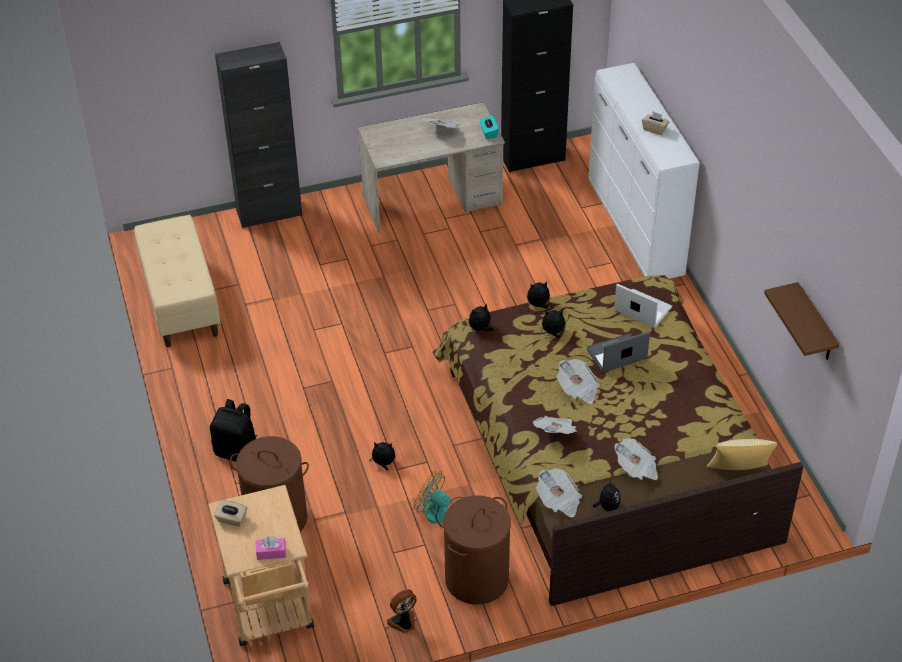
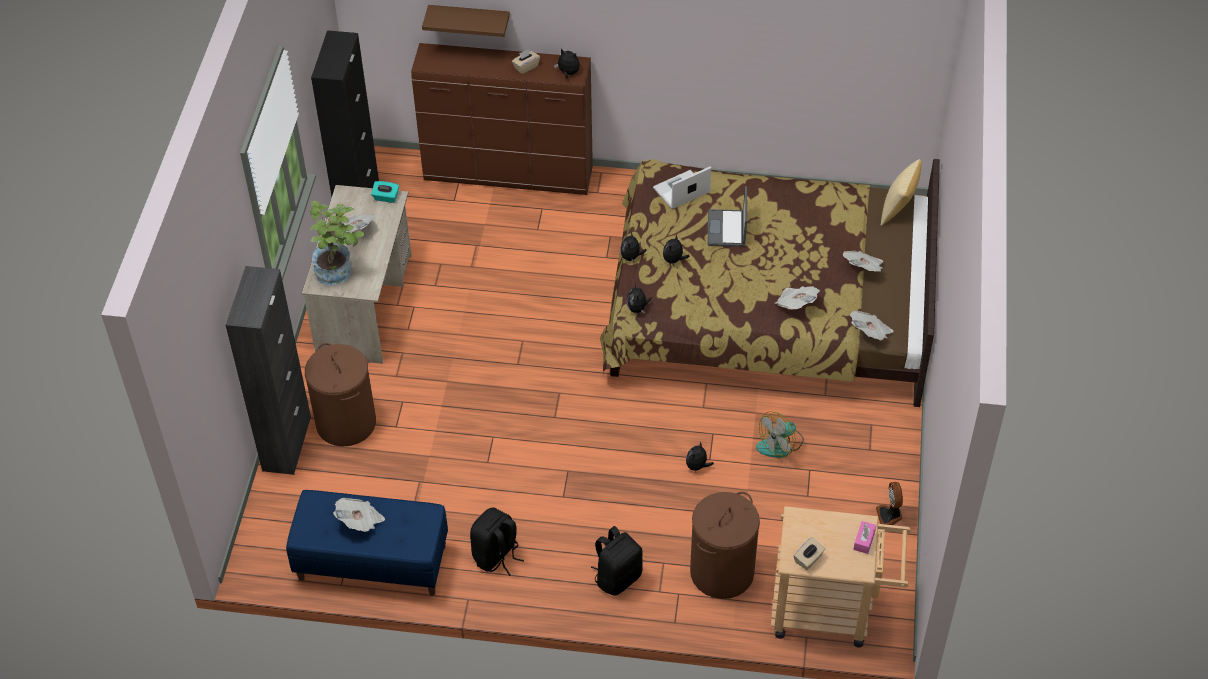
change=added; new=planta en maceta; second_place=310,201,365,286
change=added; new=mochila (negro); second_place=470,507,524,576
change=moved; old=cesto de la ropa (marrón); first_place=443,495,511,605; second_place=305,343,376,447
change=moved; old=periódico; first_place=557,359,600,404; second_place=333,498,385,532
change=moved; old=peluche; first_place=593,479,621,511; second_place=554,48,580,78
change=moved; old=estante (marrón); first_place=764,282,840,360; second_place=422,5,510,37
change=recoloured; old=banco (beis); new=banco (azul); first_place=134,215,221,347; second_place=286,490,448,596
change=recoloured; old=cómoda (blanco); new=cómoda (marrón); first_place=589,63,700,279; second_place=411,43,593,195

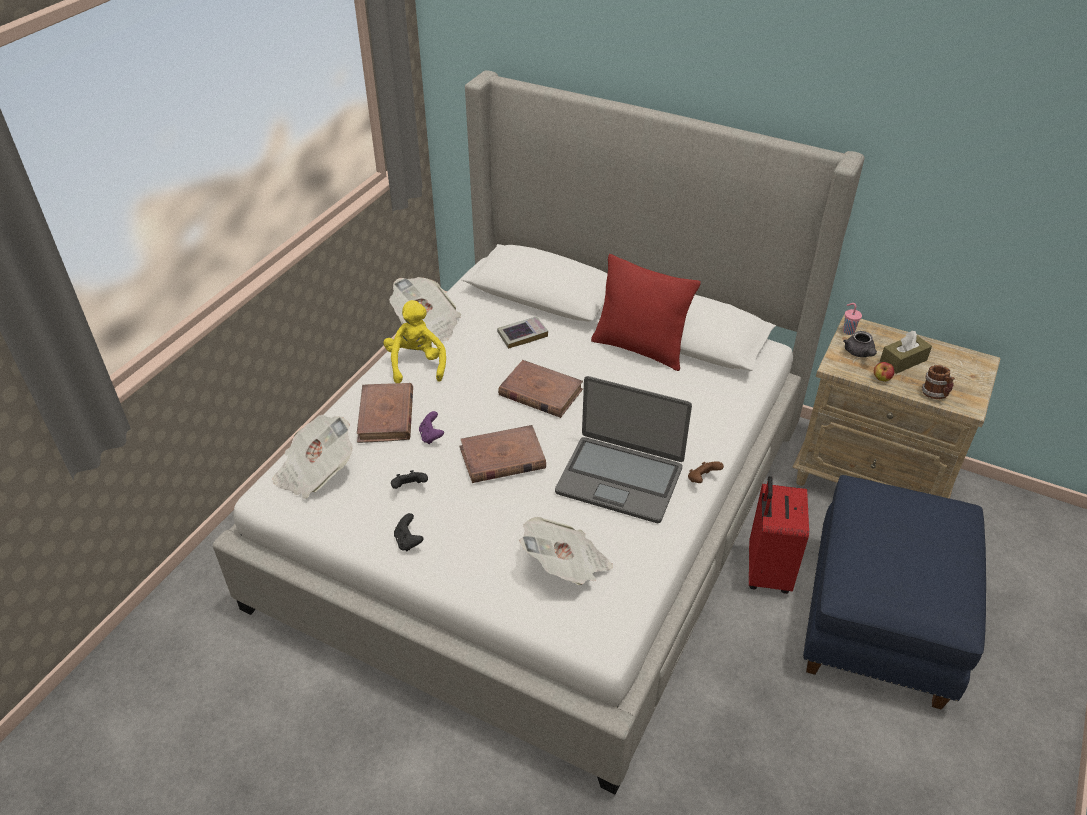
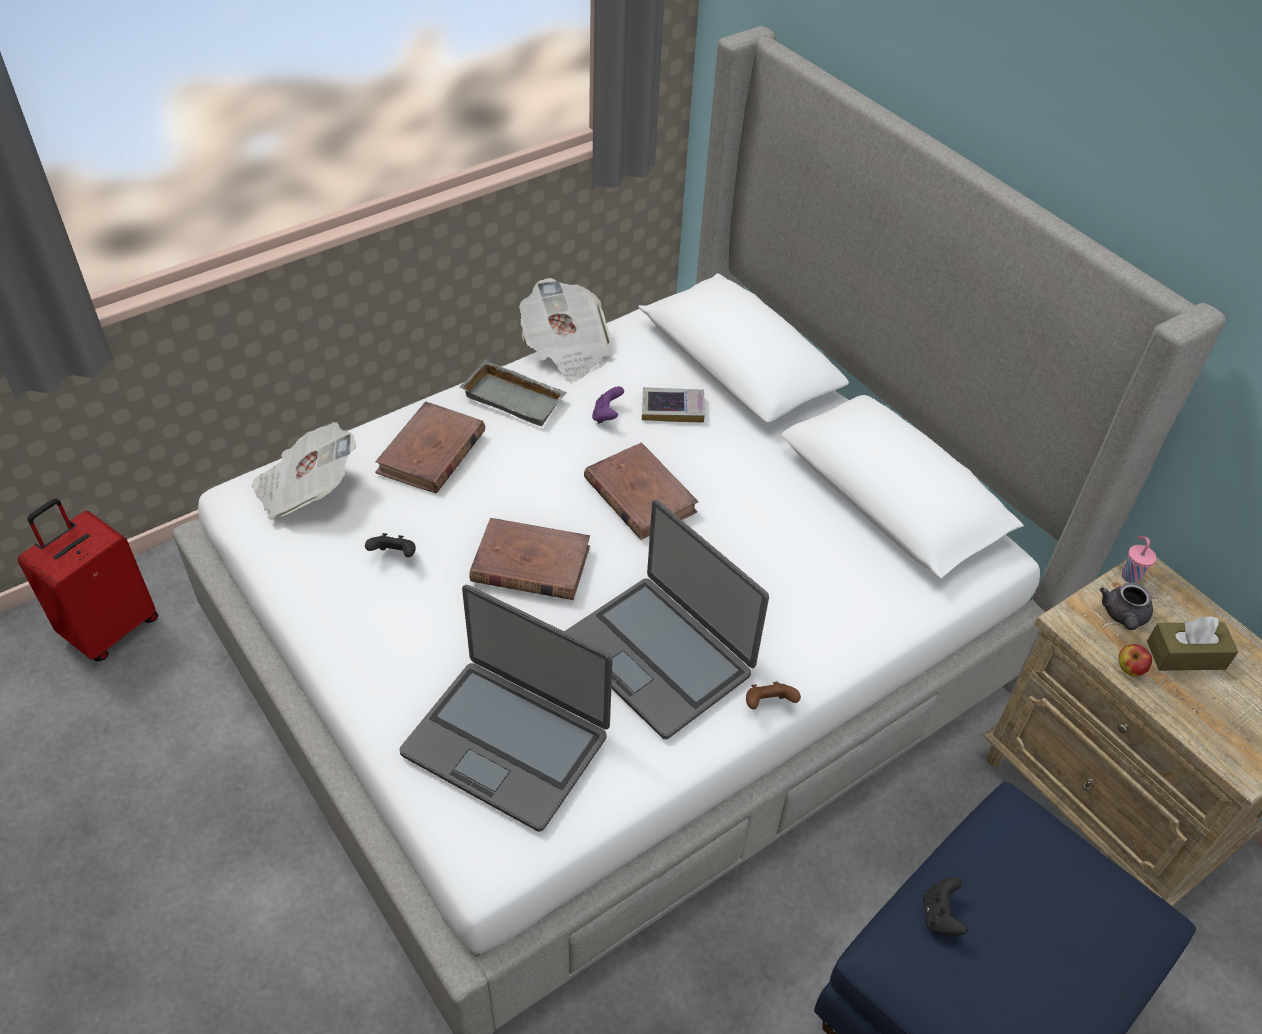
change=removed; old=cojín (rojo); first_place=591,254,701,371
change=removed; old=taza grande; first_place=922,365,955,399
change=moved; old=mando de consola (negro); first_place=394,513,423,551; second_place=923,877,968,936
change=moved; old=mando de consola (morado); first_place=419,411,444,444; second_place=592,386,624,424
change=moved; old=maleta (rojo); first_place=749,476,809,594; second_place=18,499,158,661
change=replaced; old=peluche (amarillo); new=bandeja (gris); first_place=383,300,446,383; second_place=460,360,567,426
change=replaced; old=periódico; new=portátil; first_place=519,517,613,585; second_place=399,585,613,832

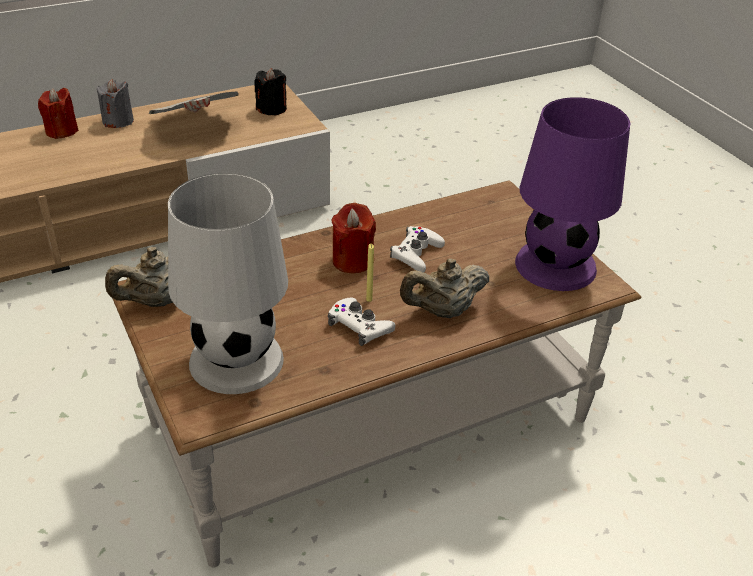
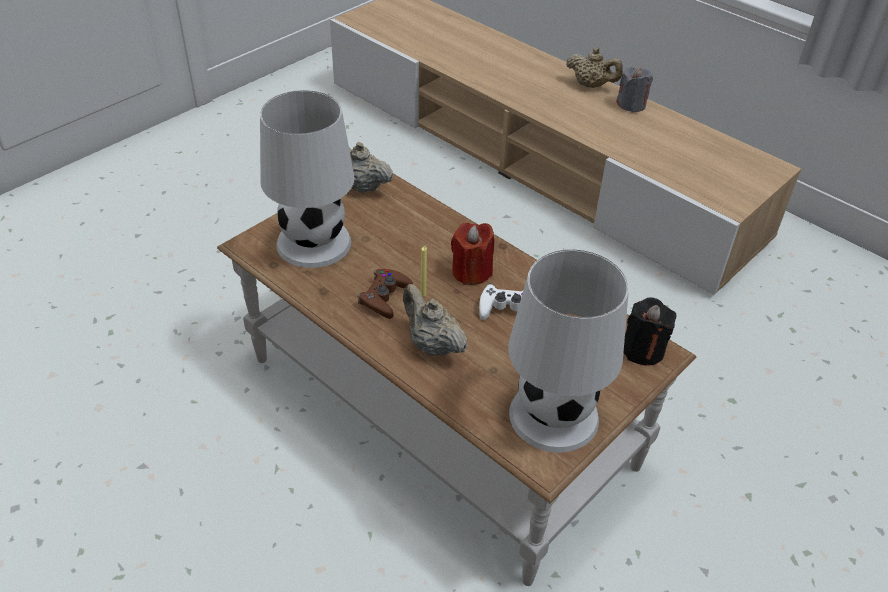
change=removed; old=periódico; first_place=149,92,239,114
change=moved; old=vela (negro); first_place=255,68,287,116; second_place=624,297,676,366
change=replaced; old=vela (rojo); new=tetera (beis); first_place=38,88,79,139; second_place=566,47,623,88
change=recoloured; old=mando de consola (blanco); new=mando de consola (marrón); first_place=328,298,395,346; second_place=358,269,413,319
change=recoloured; old=lámpara de mesa (morado); new=lámpara de mesa (blanco); first_place=515,97,630,291; second_place=508,250,629,453

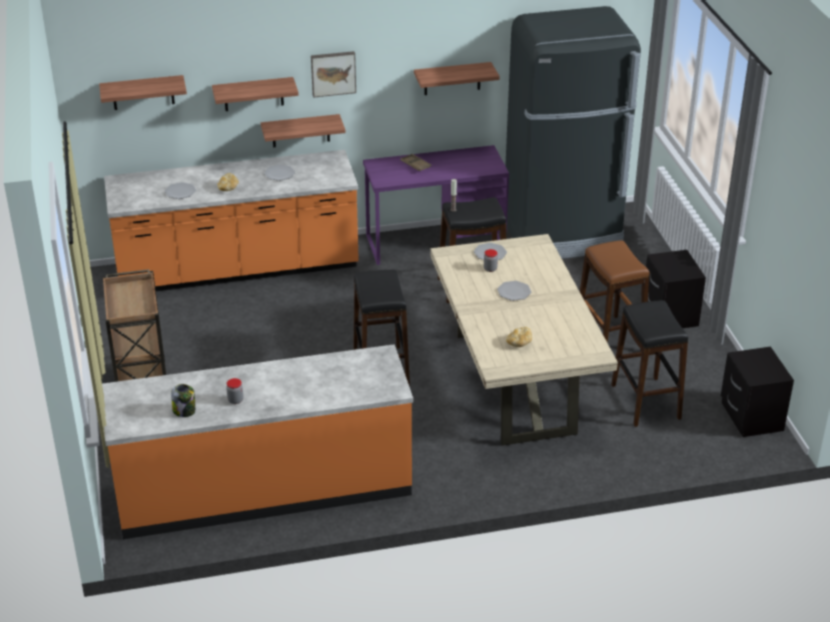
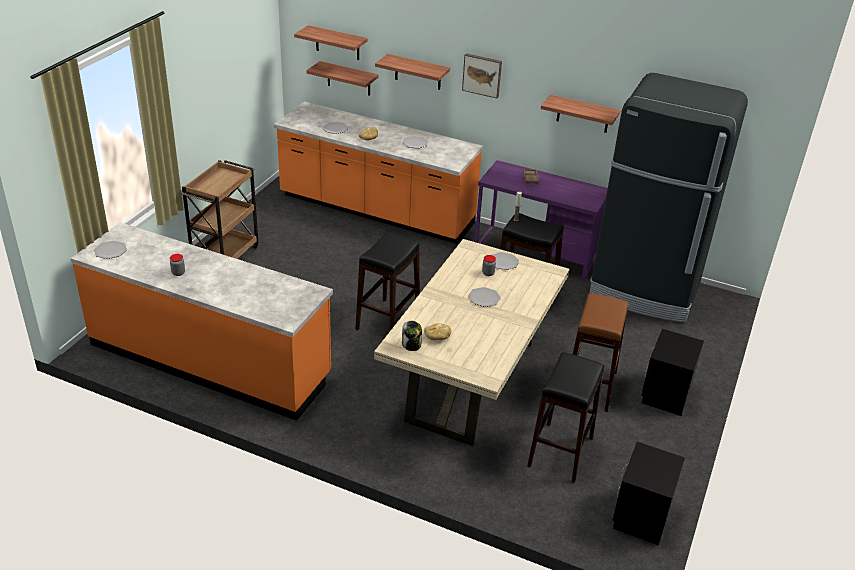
change=added; new=plato; second_place=94,241,127,259
change=moved; old=tarro; first_place=171,384,196,417; second_place=402,321,422,351
change=moved; old=estante; first_place=261,114,345,148; second_place=306,61,379,96

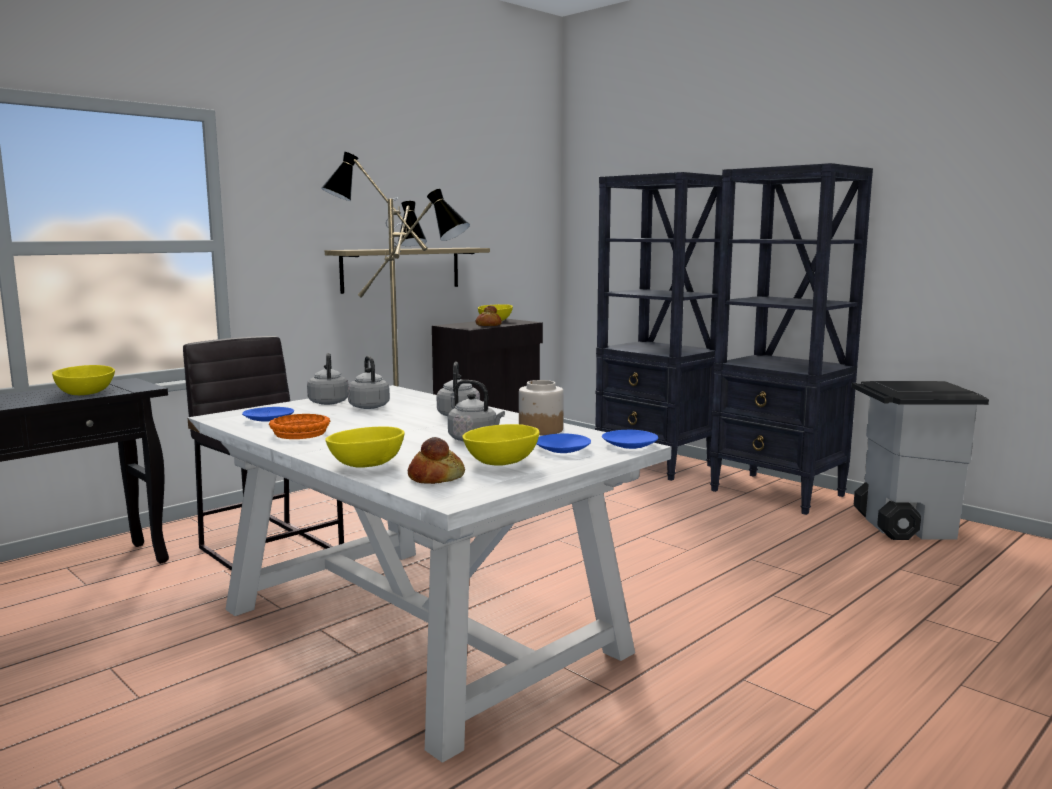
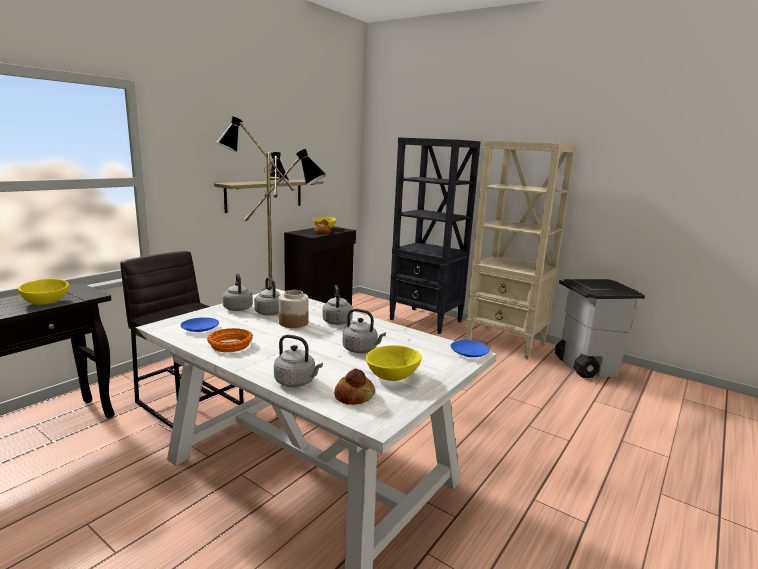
change=removed; old=plato (azul); first_place=536,434,591,453
change=moved; old=tarro; first_place=519,380,564,435; second_place=279,290,309,328
change=replaced; old=cuenco (amarillo); new=hervidor (gris); first_place=325,427,405,468; second_place=274,335,323,387
change=recoloured; old=estantería (negro); new=estantería (beis); first_place=710,163,873,515; second_place=466,141,576,360

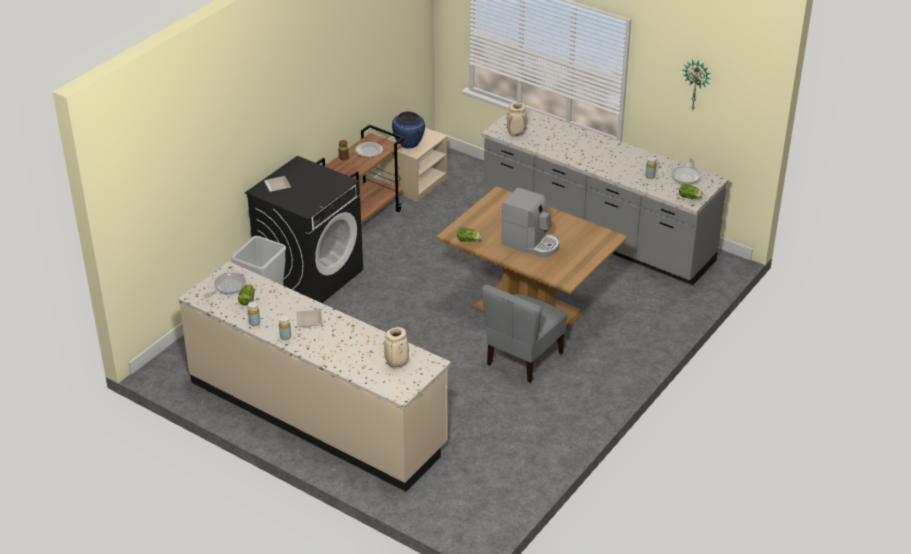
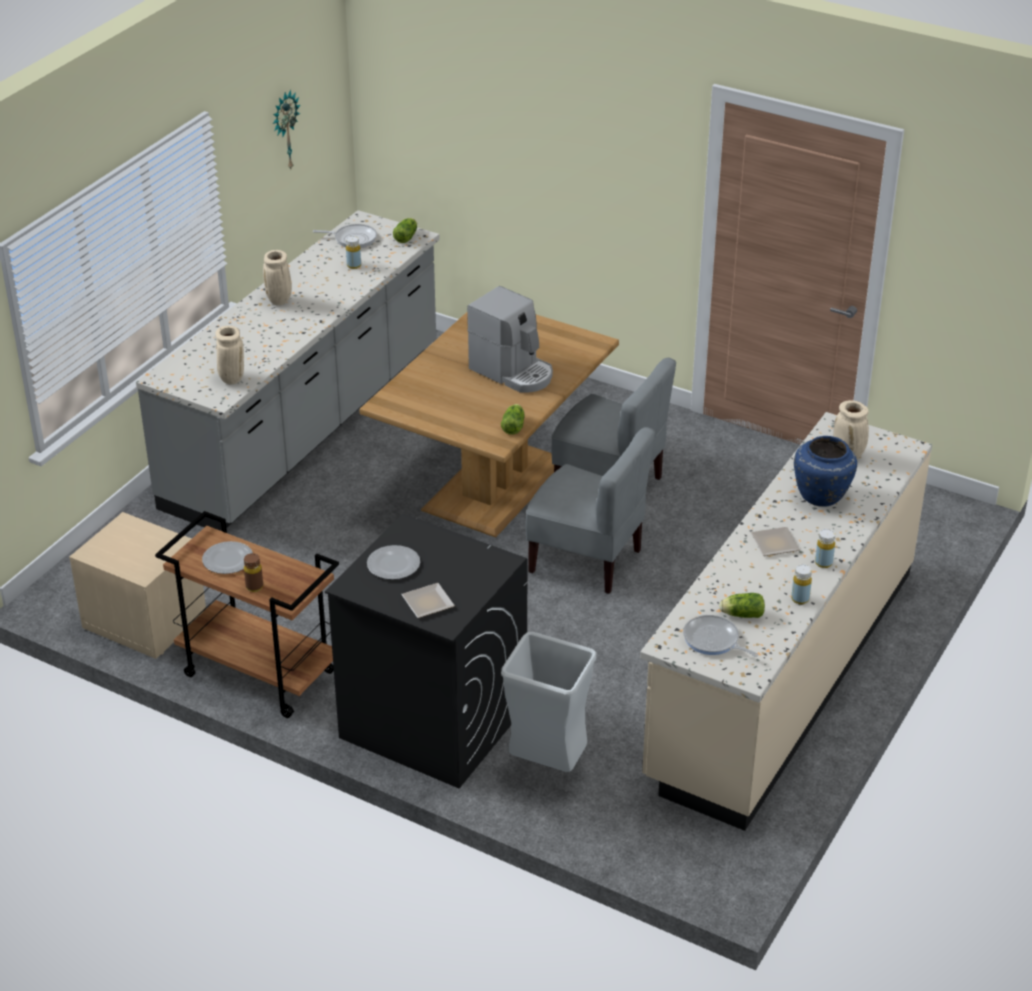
change=added; new=florero (beis); second_place=263,250,292,305
change=added; new=plato; second_place=367,545,420,580
change=added; new=silla (gris); second_place=526,427,655,594
change=moved; old=florero (azul); first_place=392,111,425,149; second_place=794,436,857,507
change=turned; old=cafetera; first_place=502,187,560,257; second_place=467,286,553,392; degrees=105

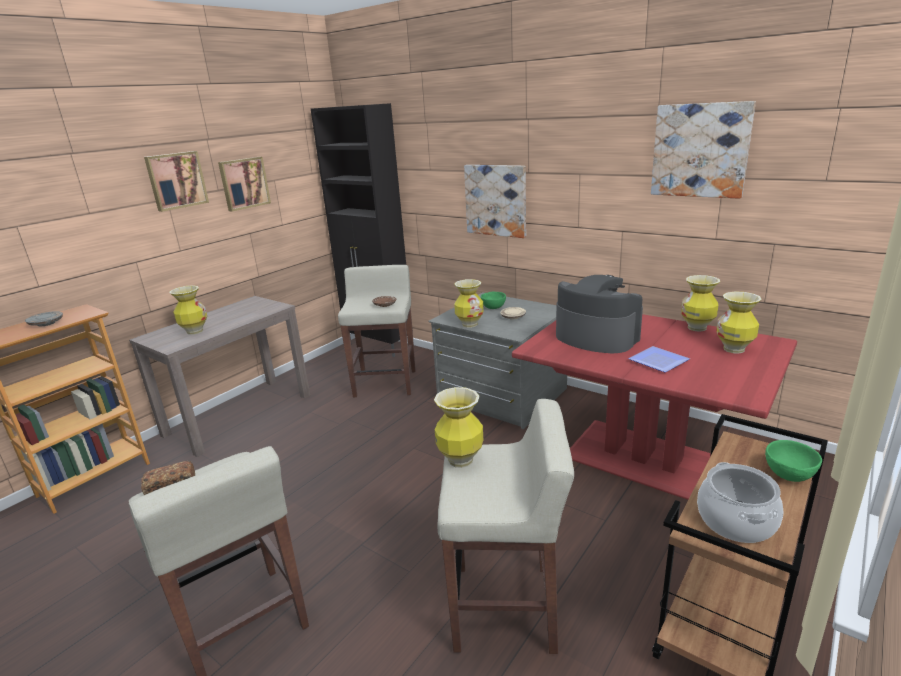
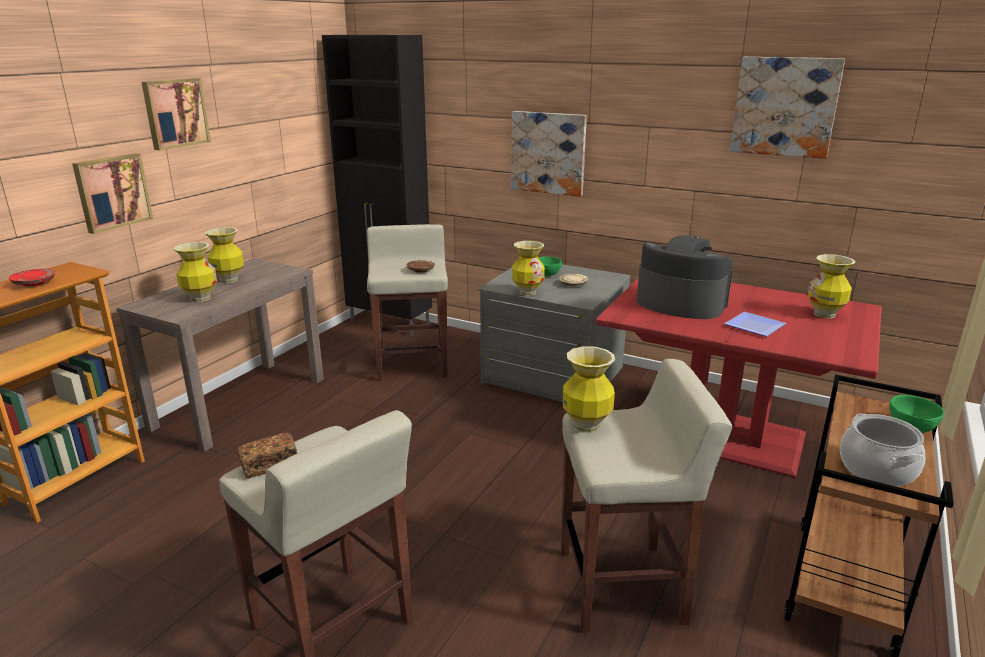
change=moved; old=cuadro; first_place=218,157,271,211; second_place=72,153,153,234
change=moved; old=florero; first_place=681,275,720,332; second_place=205,227,244,283
change=recoloured; old=plato (gris); new=plato (rojo); first_place=25,311,63,326; second_place=9,269,55,286

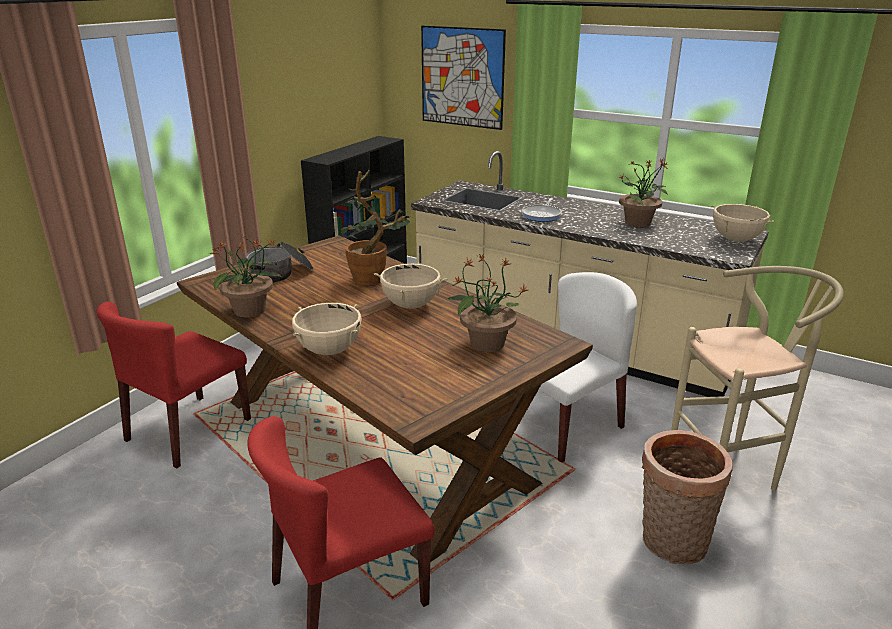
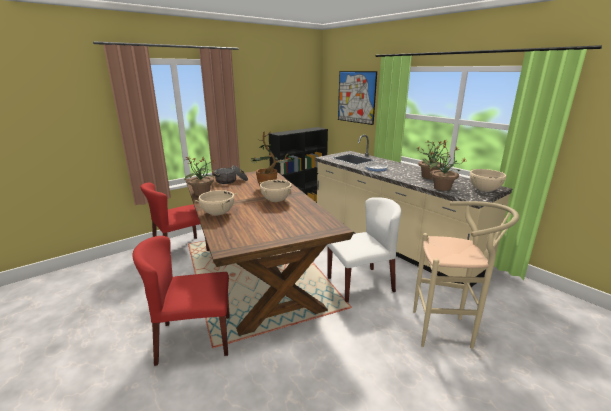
change=removed; old=cesta; first_place=642,430,733,564
change=moved; old=planta en maceta; first_place=446,253,528,352; second_place=425,145,466,191

